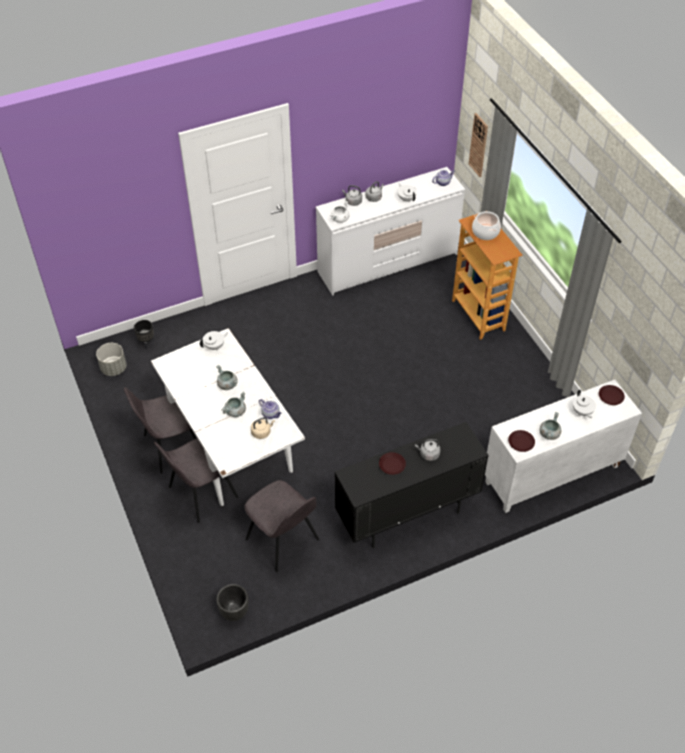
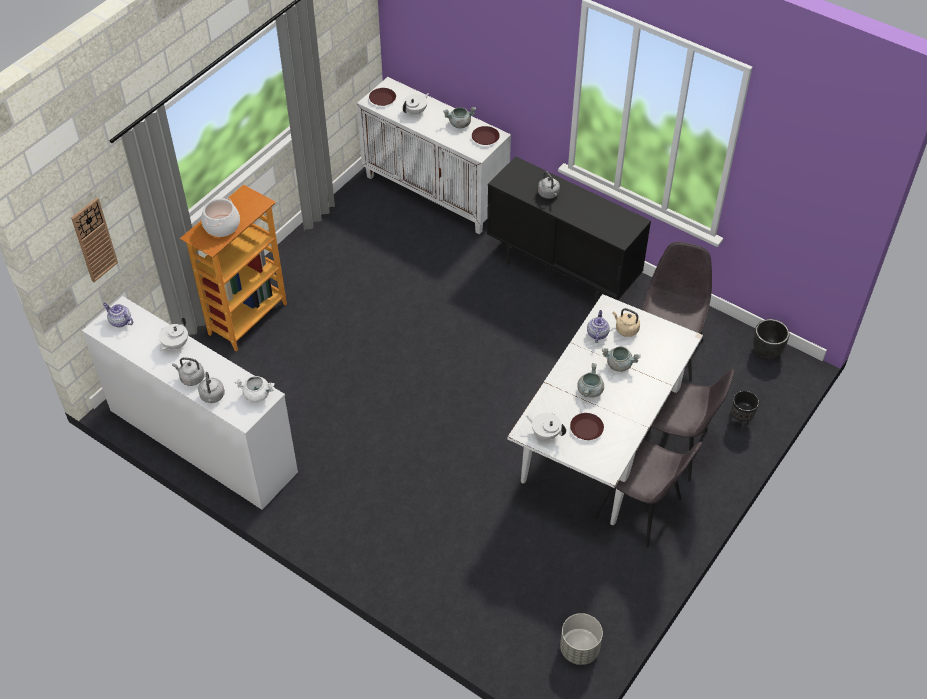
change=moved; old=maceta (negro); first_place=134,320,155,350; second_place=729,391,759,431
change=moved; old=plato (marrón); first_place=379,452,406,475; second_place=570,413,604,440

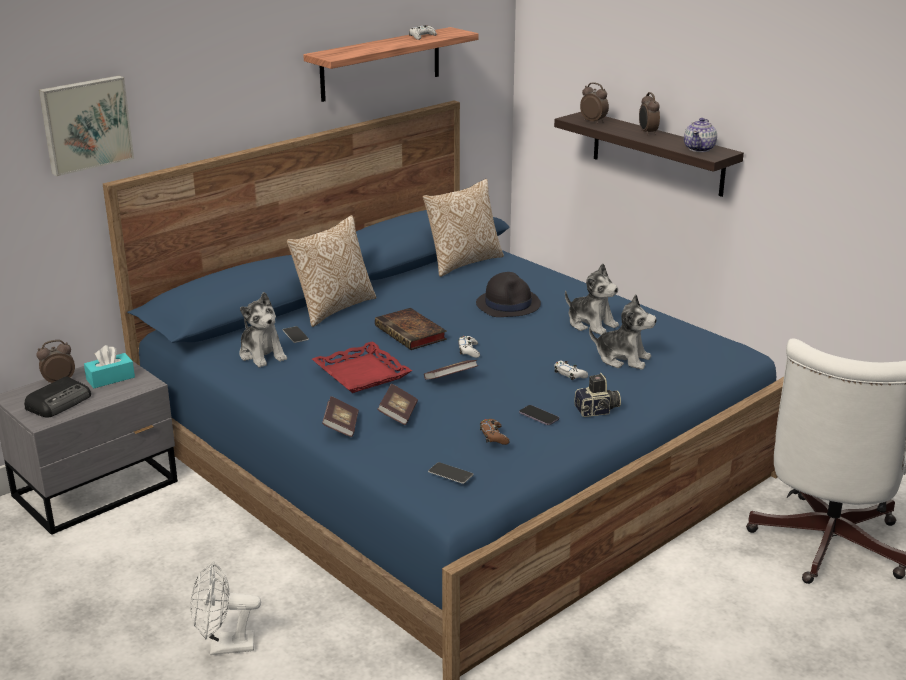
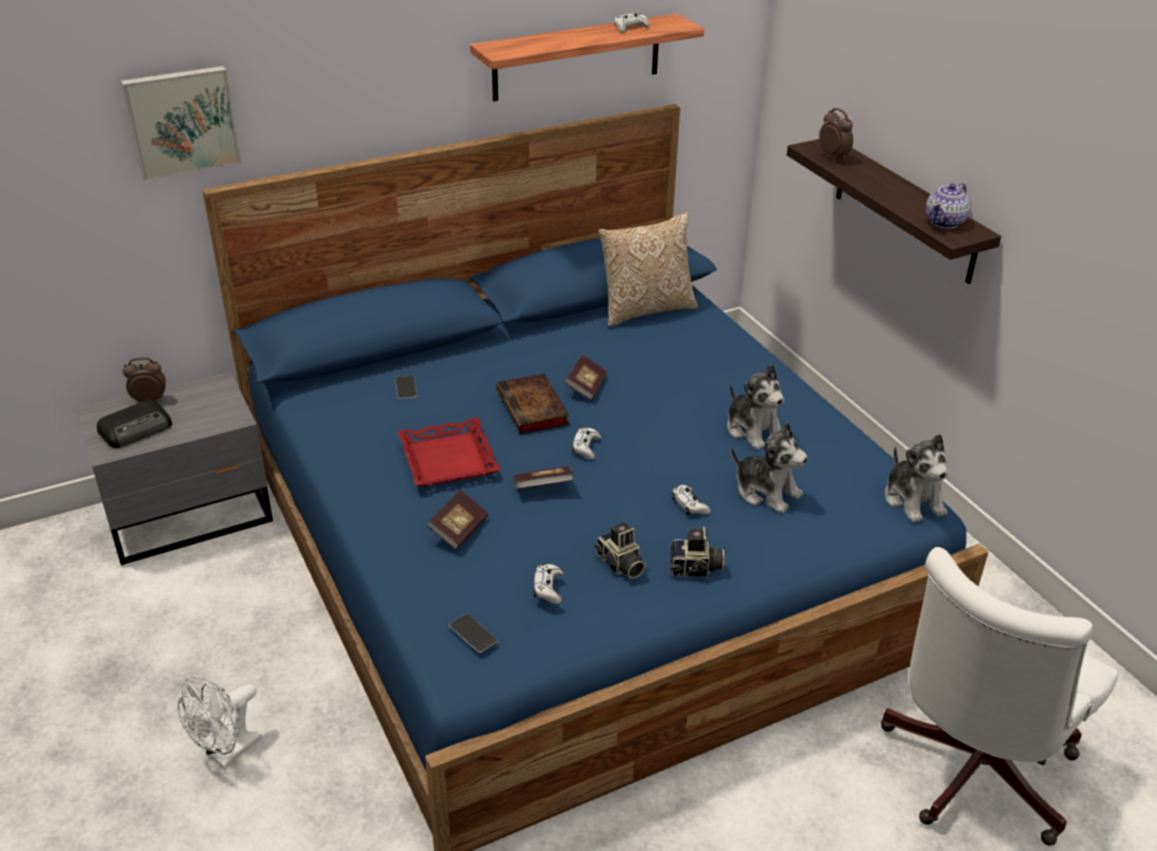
change=removed; old=caja de pañuelos (turquesa); first_place=84,345,135,388
change=removed; old=cojín; first_place=287,215,376,327
change=removed; old=sombrero (negro); first_place=476,272,541,317
change=removed; old=despertador; first_place=639,92,660,136
change=moved; old=peluche; first_place=239,292,287,368; second_place=885,434,948,523
change=moved; old=libro; first_place=322,396,359,437; second_place=565,355,607,400
change=replaced; old=móvil; new=cámara; first_place=519,405,559,425; second_place=595,522,645,578
change=recoloured; old=mando de consola (marrón); new=mando de consola (blanco); first_place=480,419,510,445; second_place=533,564,564,604
change=turned; old=ventilador (blanco); first_place=190,561,261,655; second_place=178,676,262,768; degrees=-60

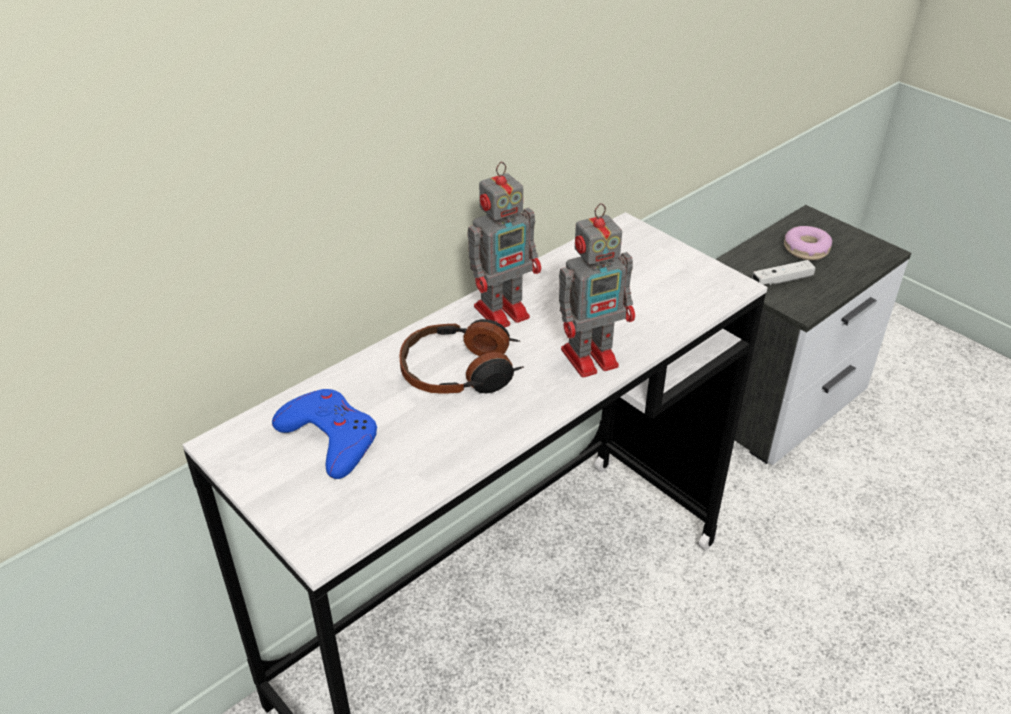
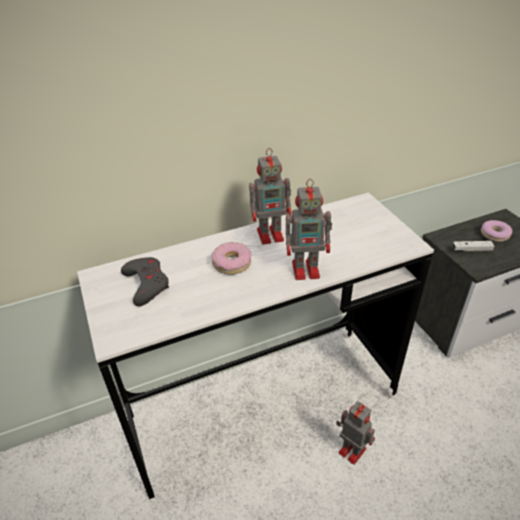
change=added; new=robot de juguete; second_place=336,401,375,465
change=replaced; old=auriculares; new=rosquilla; first_place=399,319,524,393; second_place=212,242,252,275
change=recoloured; old=mando de consola (azul); new=mando de consola (gris); first_place=272,389,377,479; second_place=121,257,169,306

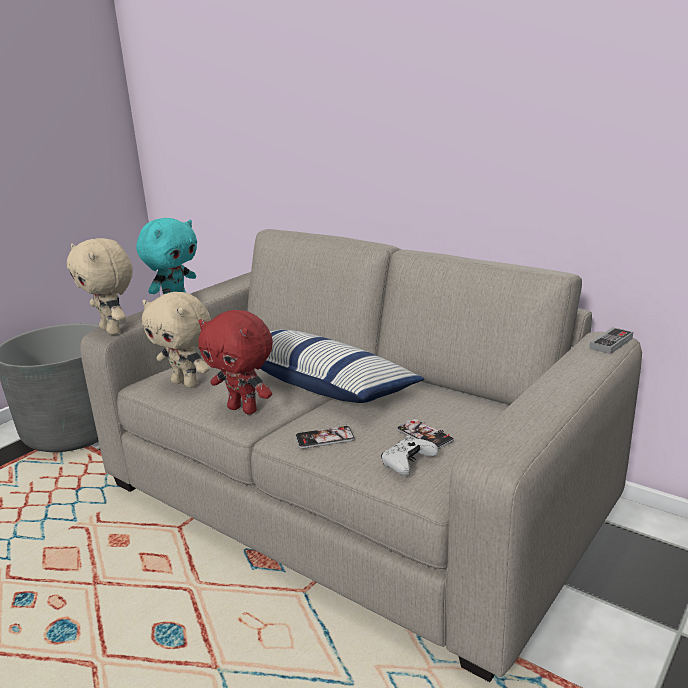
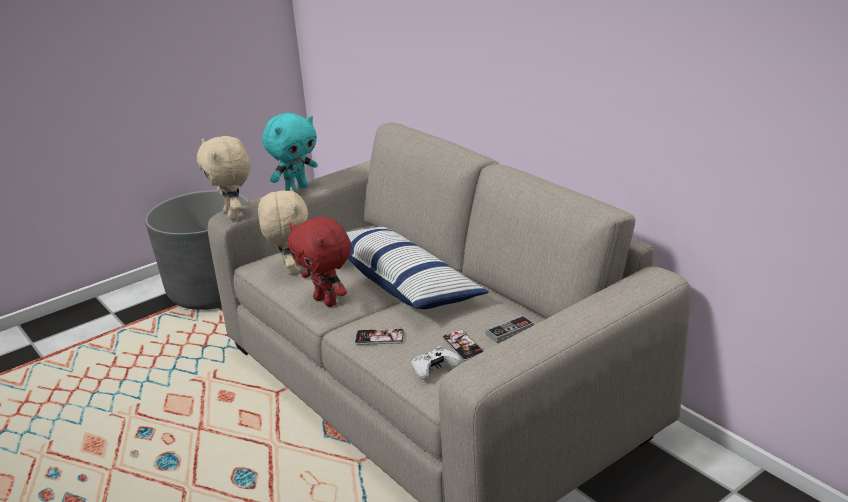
change=moved; old=mando de consola; first_place=589,327,633,354; second_place=486,315,534,343
change=turned; old=peluche (beis); first_place=142,292,211,388; second_place=258,187,308,275; degrees=-150

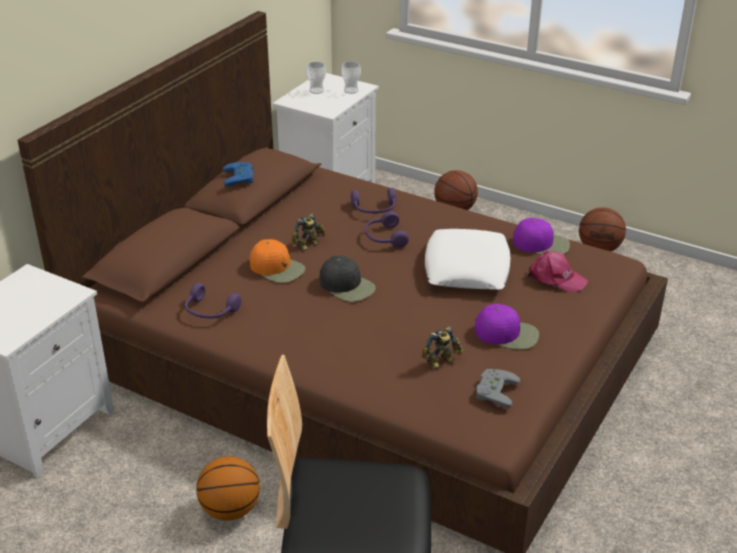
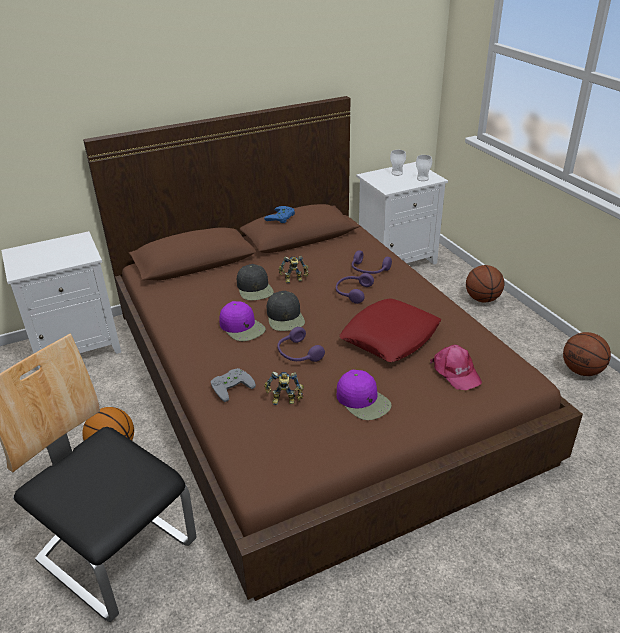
change=moved; old=auriculares (morado); first_place=185,283,242,319; second_place=277,327,325,362
change=moved; old=mando de consola (gris); first_place=476,369,520,408; second_place=211,368,256,402
change=moved; old=gorra (morado); first_place=513,218,570,254; second_place=220,301,266,341
change=recoloured; old=gorra (naranja); new=gorra (negro); first_place=250,239,305,283; second_place=237,264,274,300
change=recoloured; old=cojín (blanco); new=cojín (rojo); first_place=425,229,510,290; second_place=339,299,441,362

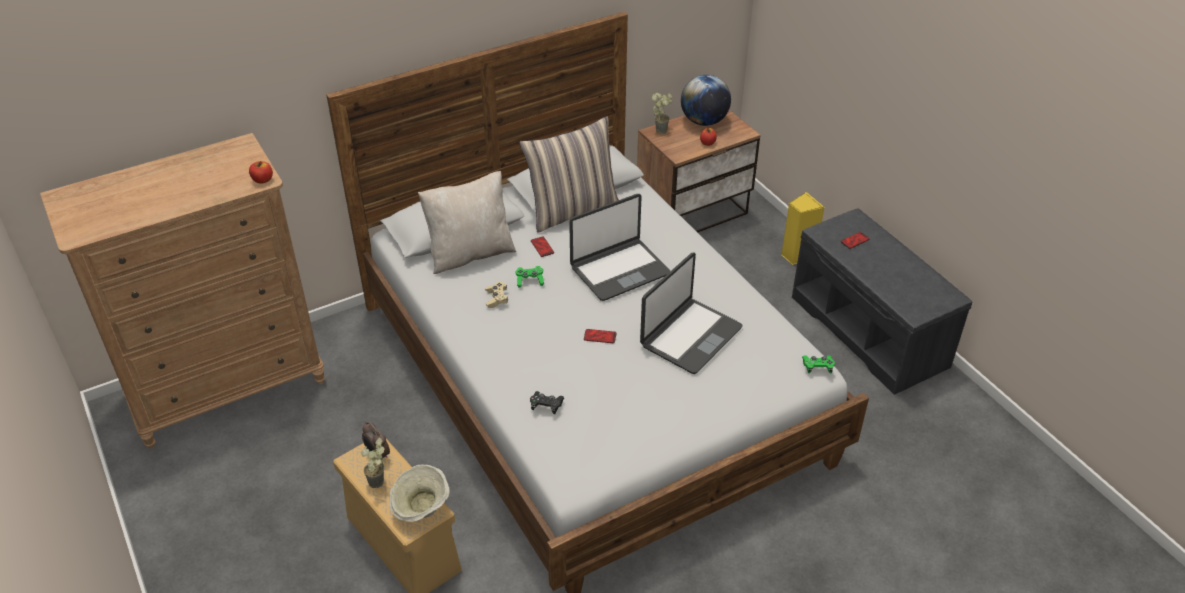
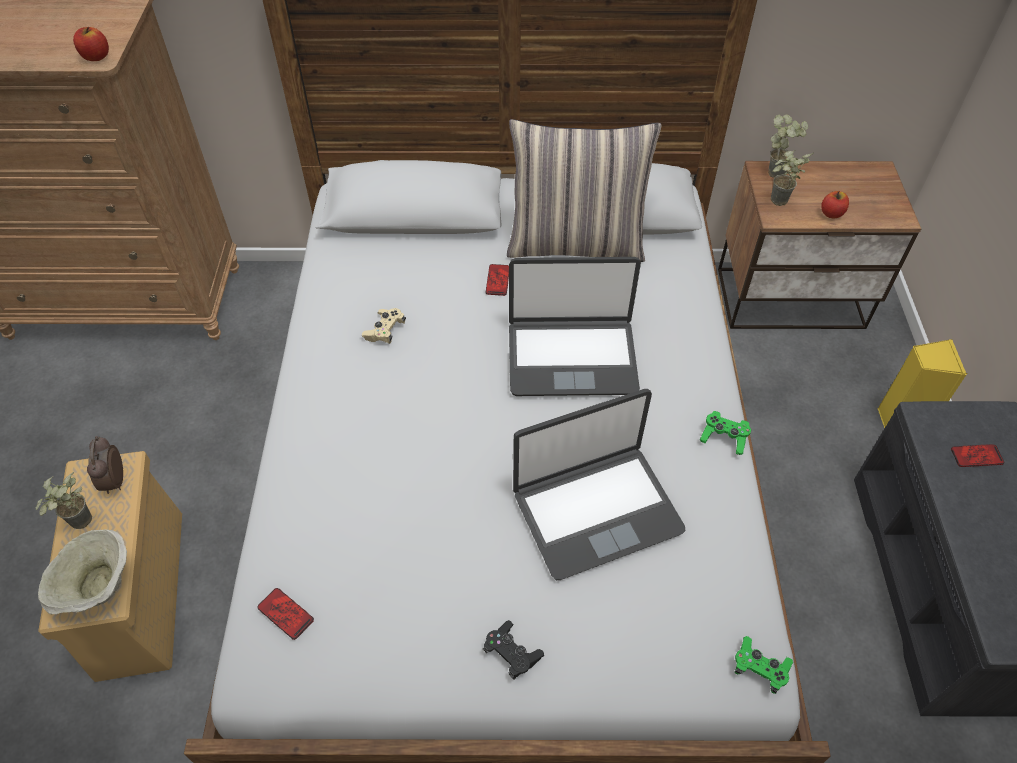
change=removed; old=cojín (beis); first_place=418,171,516,274
change=removed; old=globo terráqueo; first_place=681,75,731,126
change=added; new=planta en maceta; second_place=771,150,814,206
change=moved; old=mando de consola (verde); first_place=516,266,544,288; second_place=699,411,751,455
change=moved; old=mando de consola (negro); first_place=530,391,564,414; second_place=483,620,544,680
change=moved; old=móvil; first_place=584,329,616,343; second_place=257,588,314,640

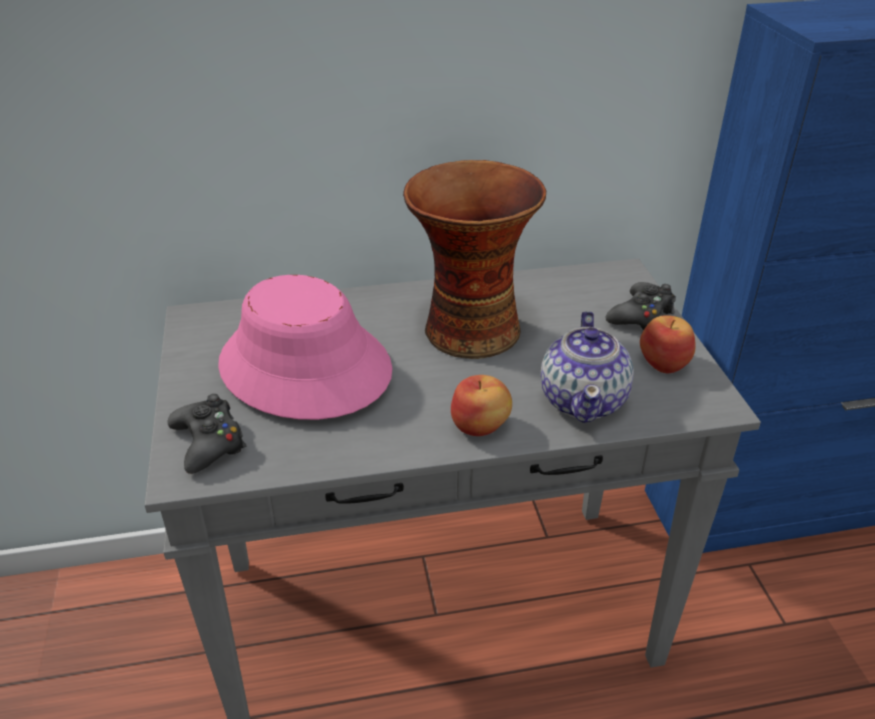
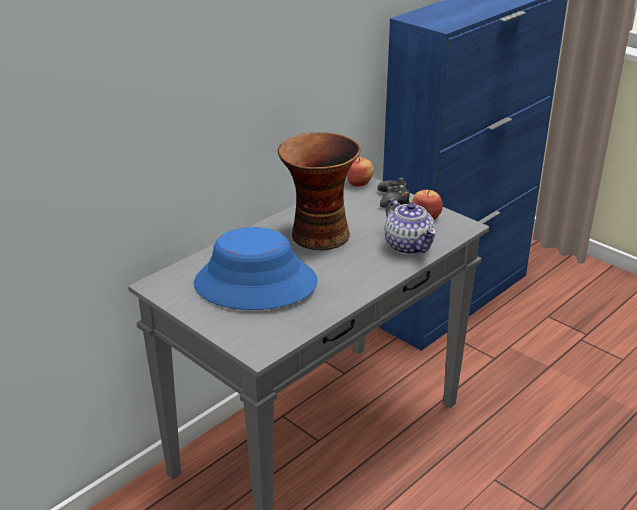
change=removed; old=mando de consola (negro); first_place=167,394,246,474
change=moved; old=manzana; first_place=451,375,512,436; second_place=347,157,374,187
change=recoloured; old=sombrero (rosa); new=sombrero (azul); first_place=218,275,392,420; second_place=194,227,318,310

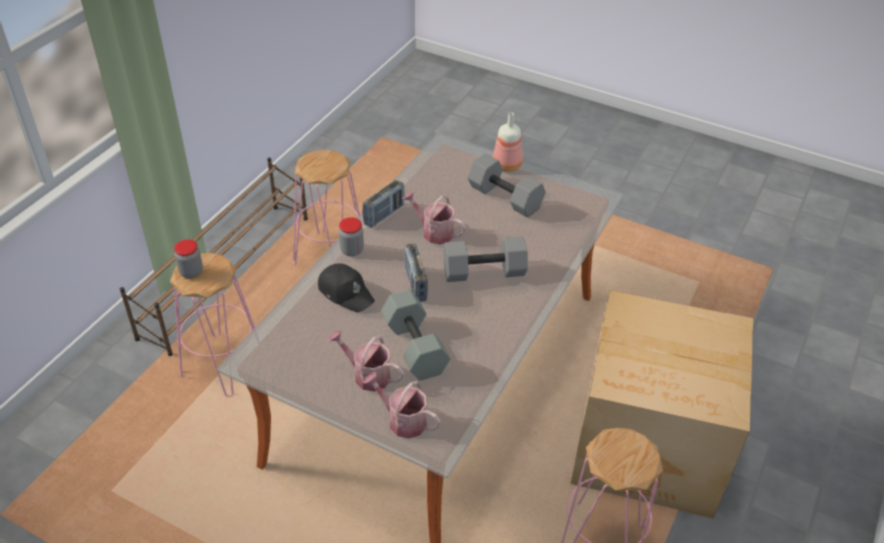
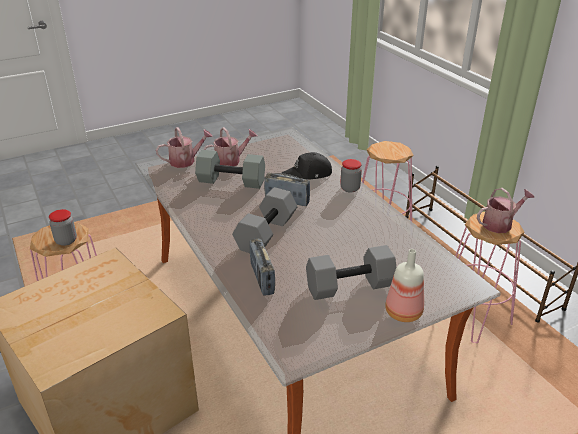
change=moved; old=tarro; first_place=174,240,203,278; second_place=49,209,77,246
change=moved; old=radio; first_place=362,180,405,228; second_place=250,238,275,295
change=moved; old=regadera; first_place=403,191,466,244; second_place=477,188,535,233

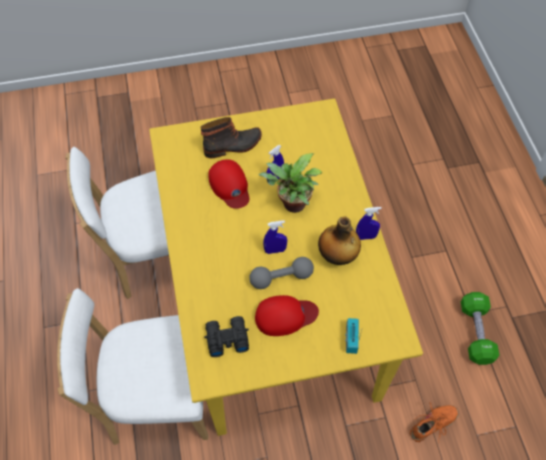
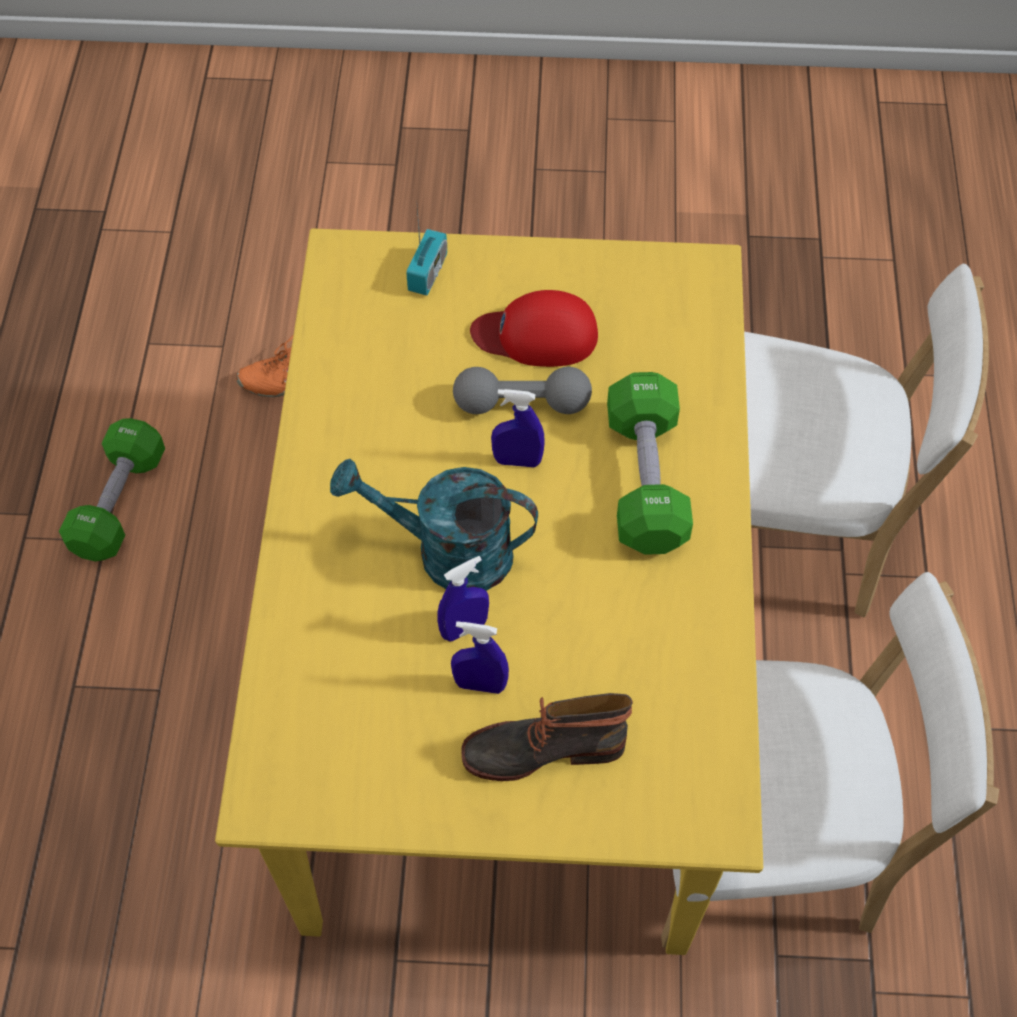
change=removed; old=prismáticos (negro); first_place=204,316,249,357
change=removed; old=gorra (rojo); first_place=208,159,249,209
change=removed; old=botella; first_place=318,216,361,265
change=added; new=mancuerna (verde); second_place=607,372,693,555
change=moved; old=pulverizador (azul); first_place=356,207,382,240; second_place=451,621,509,694
change=replaced; old=planta en maceta; new=regadera (turquesa); first_place=259,153,322,213; second_place=330,459,538,591

